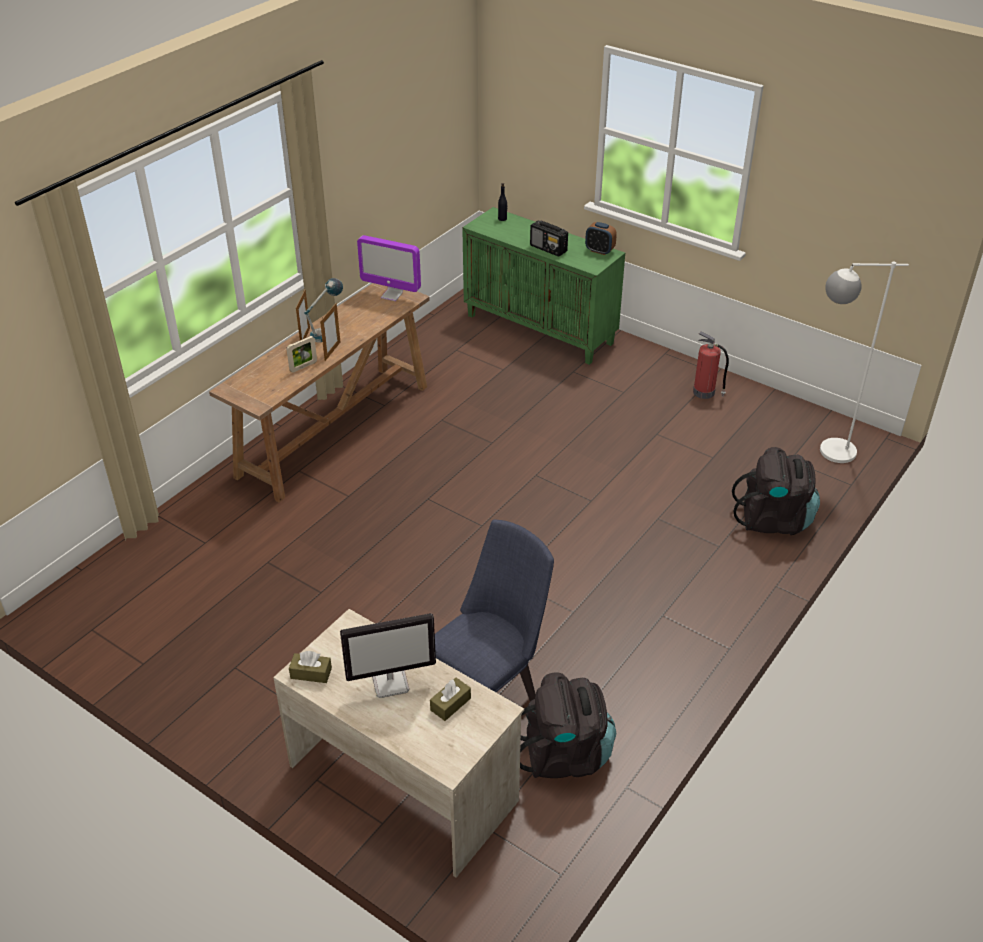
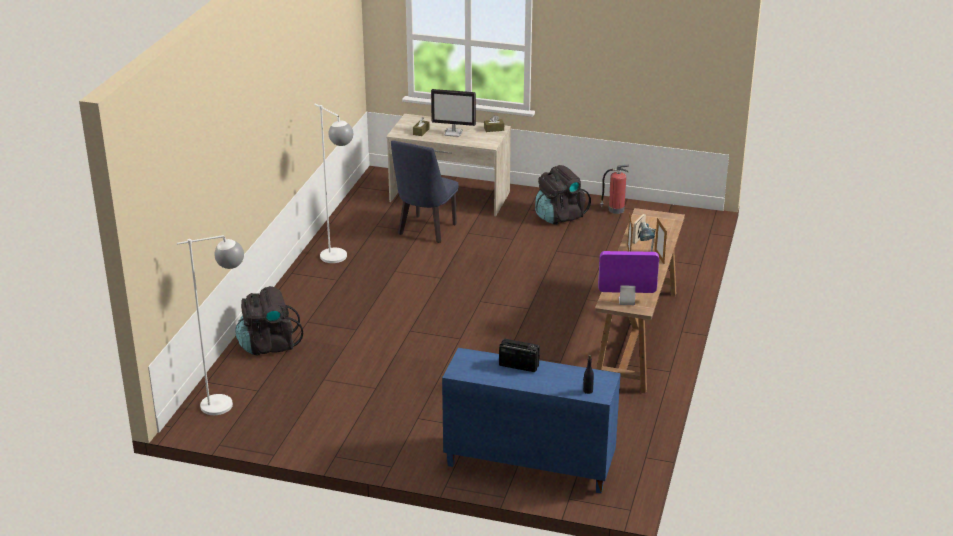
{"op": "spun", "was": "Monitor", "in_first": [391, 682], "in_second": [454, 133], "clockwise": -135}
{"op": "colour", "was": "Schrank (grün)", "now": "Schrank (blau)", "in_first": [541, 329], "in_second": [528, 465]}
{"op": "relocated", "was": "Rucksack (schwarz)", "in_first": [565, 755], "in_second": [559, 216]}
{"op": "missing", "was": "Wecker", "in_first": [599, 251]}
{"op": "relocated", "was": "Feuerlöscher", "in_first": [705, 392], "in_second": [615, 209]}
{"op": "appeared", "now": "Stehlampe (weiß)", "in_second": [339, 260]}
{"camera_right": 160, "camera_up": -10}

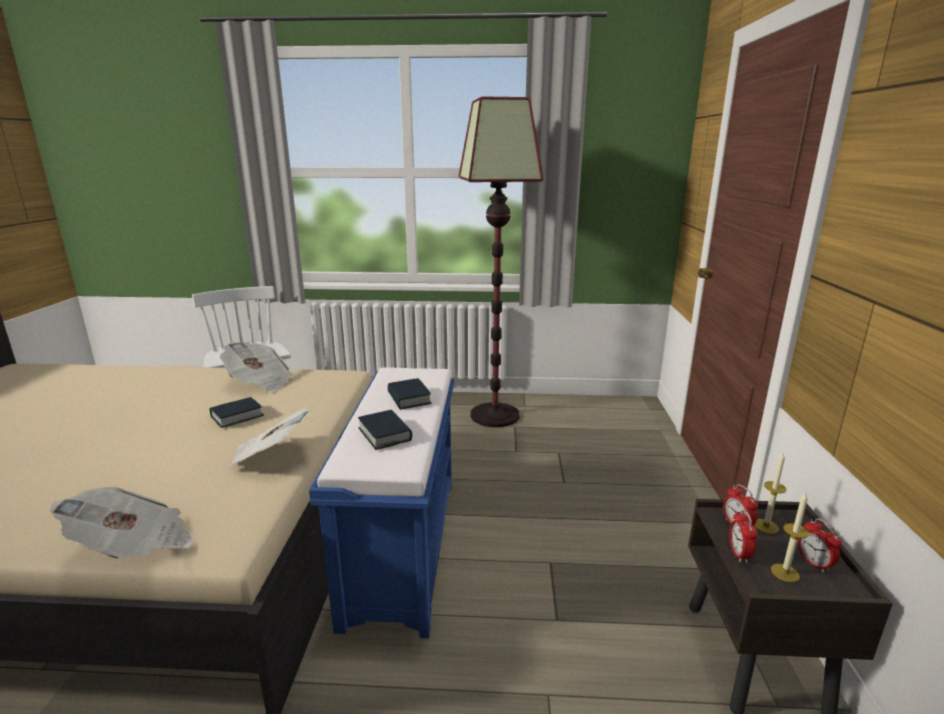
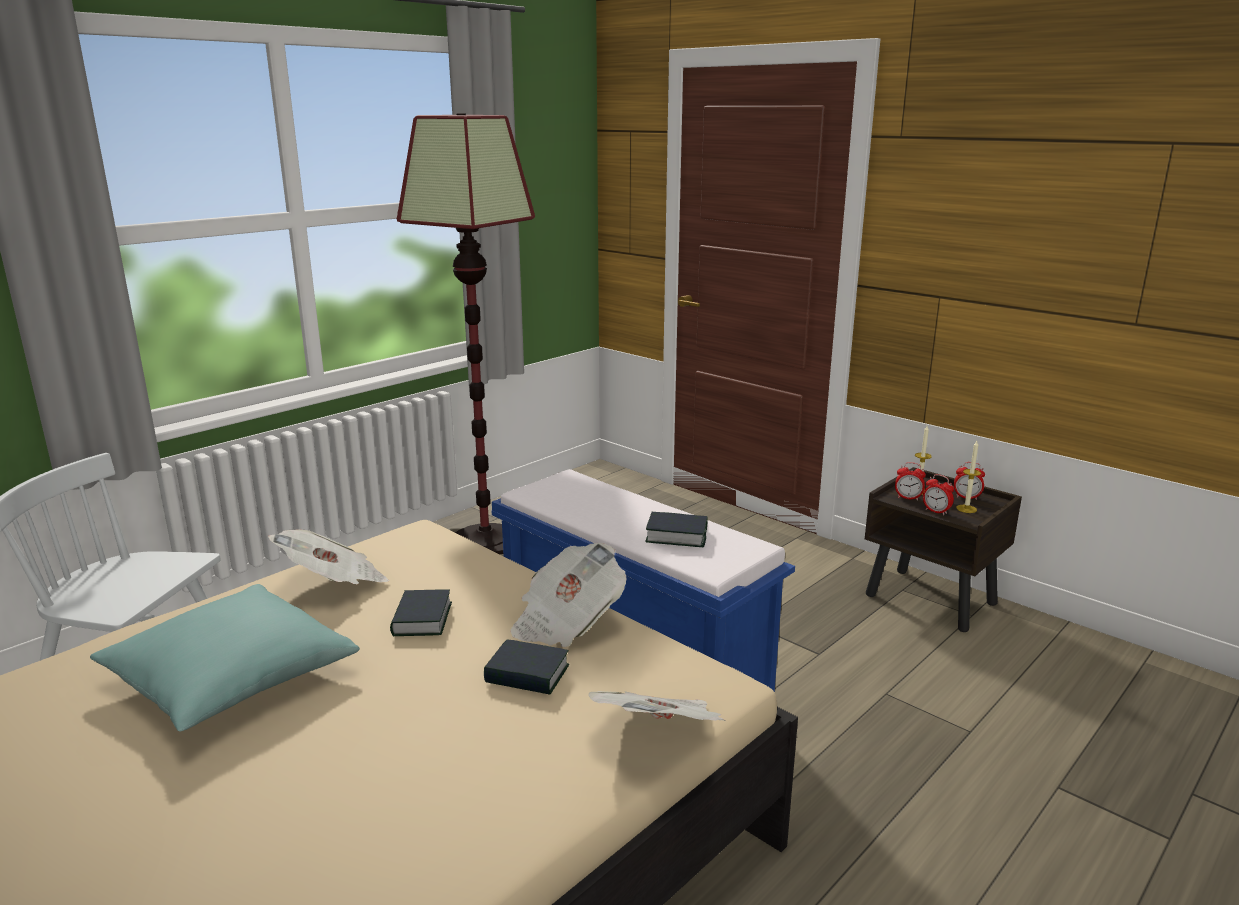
{"op": "relocated", "was": "Buch", "in_first": [409, 398], "in_second": [527, 675]}
{"op": "appeared", "now": "Kissen (türkis)", "in_second": [230, 680]}
{"camera_right": -50, "camera_up": 0}

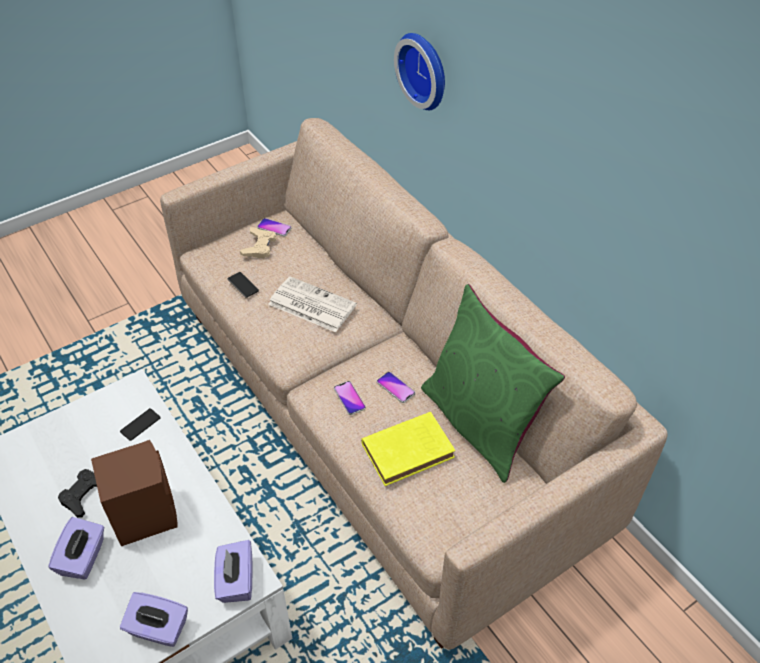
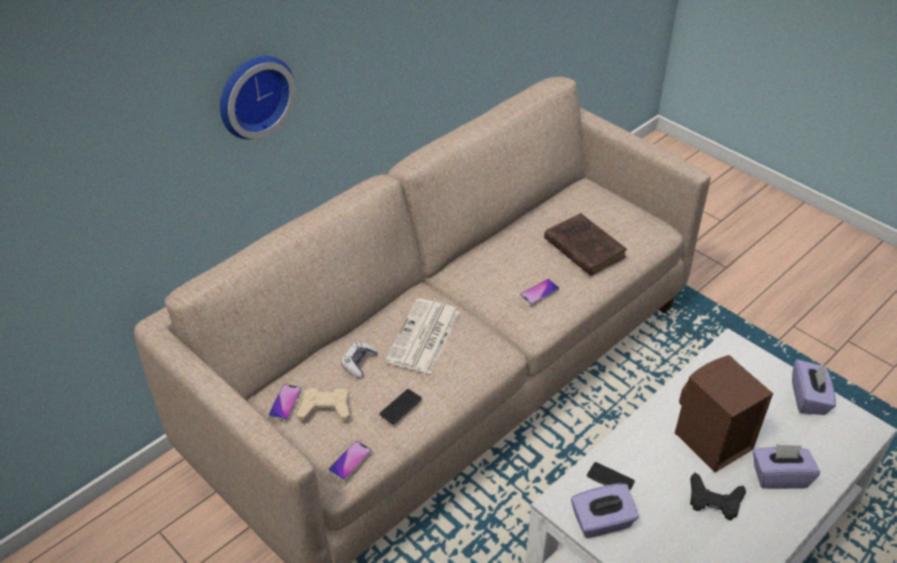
{"op": "relocated", "was": "Taschentuchbox (lila)", "in_first": [236, 581], "in_second": [602, 522]}
{"op": "colour", "was": "Buch (gelb)", "now": "Buch (braun)", "in_first": [410, 450], "in_second": [583, 247]}
{"op": "relocated", "was": "Handy", "in_first": [395, 388], "in_second": [350, 461]}
{"op": "missing", "was": "Kissen (grün)", "in_first": [479, 423]}
{"op": "appeared", "now": "Gamepad", "in_second": [358, 363]}
{"camera_right": -100, "camera_up": -5}

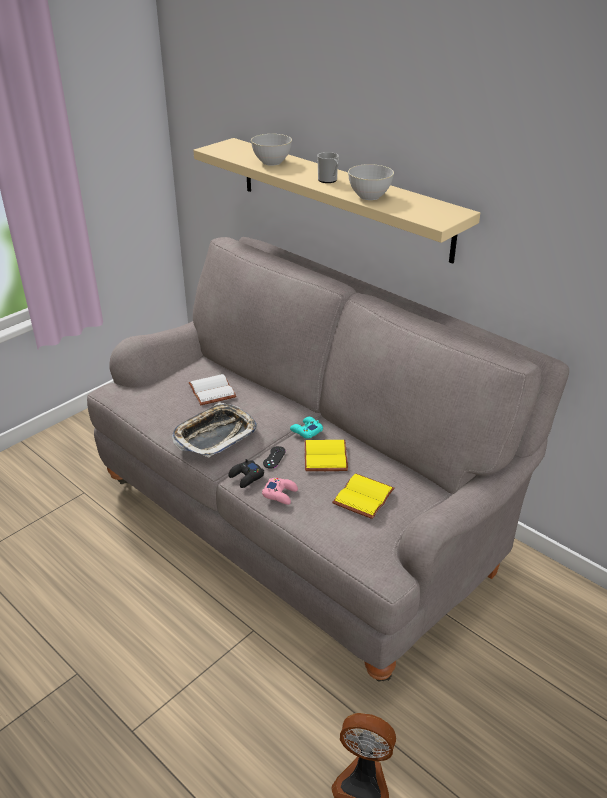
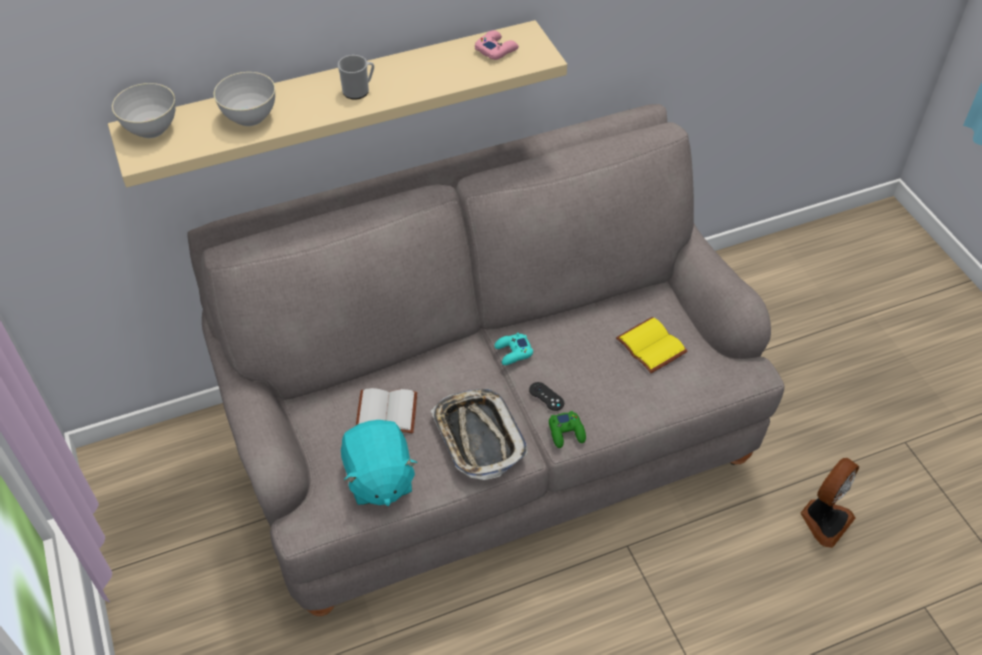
{"op": "colour", "was": "Gamepad (schwarz)", "now": "Gamepad (grün)", "in_first": [246, 477], "in_second": [566, 432]}
{"op": "relocated", "was": "Gamepad (rosa)", "in_first": [280, 494], "in_second": [496, 49]}
{"op": "missing", "was": "Buch (gelb)", "in_first": [327, 457]}
{"op": "relocated", "was": "Schüssel (grau)", "in_first": [369, 196], "in_second": [151, 129]}
{"op": "appeared", "now": "Plüschtier (türkis)", "in_second": [378, 479]}
{"camera_right": -65, "camera_up": 15}

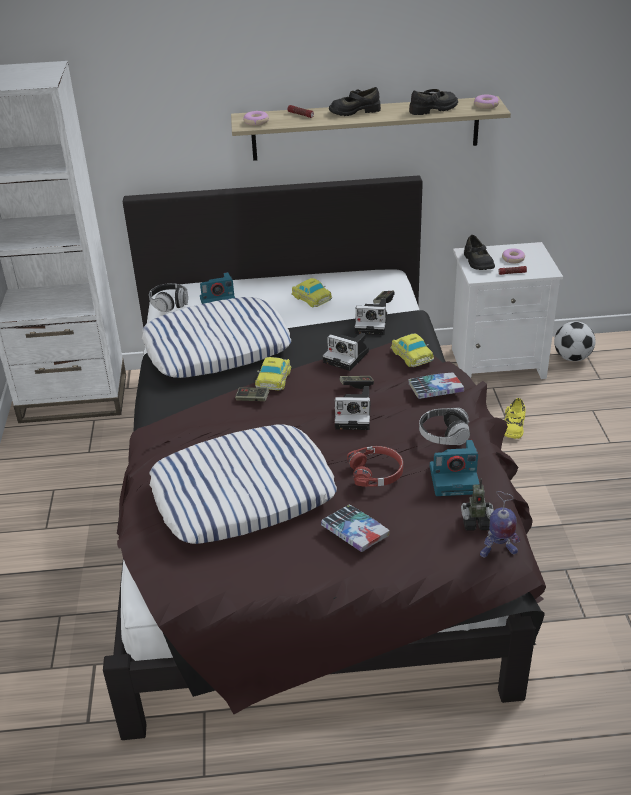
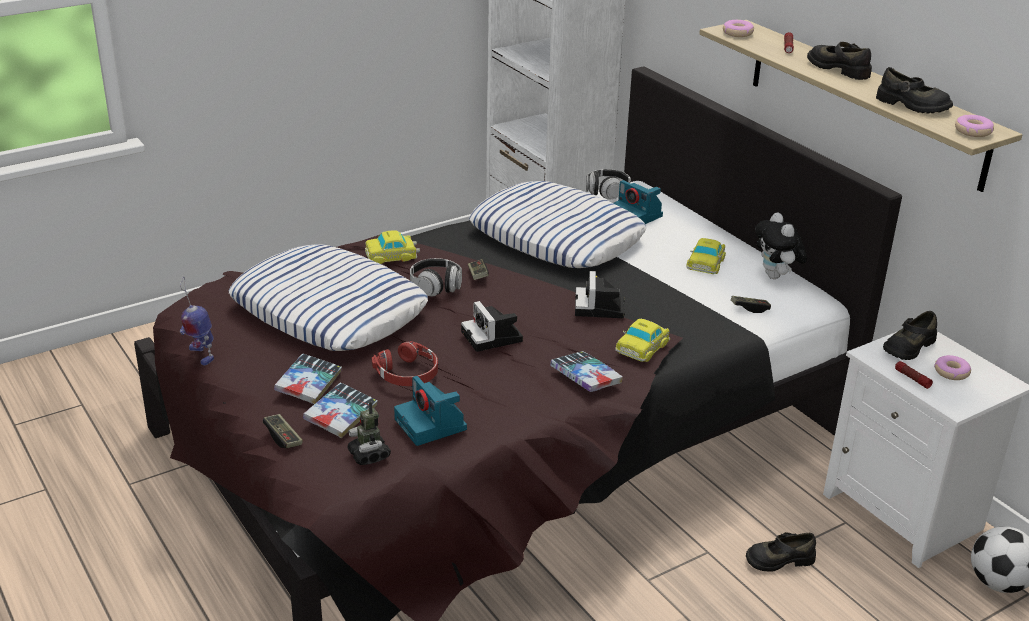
{"op": "relocated", "was": "Spielzeugauto", "in_first": [274, 378], "in_second": [392, 255]}
{"op": "relocated", "was": "Gamepad", "in_first": [356, 385], "in_second": [283, 437]}
{"op": "missing", "was": "Kamera", "in_first": [373, 324]}
{"op": "relocated", "was": "Kopfhörer", "in_first": [444, 436], "in_second": [436, 286]}
{"op": "relocated", "was": "Spielzeugroboter", "in_first": [498, 552], "in_second": [200, 355]}
{"op": "colour", "was": "Schuh (gelb)", "now": "Schuh (schwarz)", "in_first": [513, 426], "in_second": [779, 559]}
{"op": "appeared", "now": "Buch", "in_second": [341, 415]}
{"op": "appeared", "now": "Plüschtier", "in_second": [776, 276]}
{"camera_right": 60, "camera_up": -5}

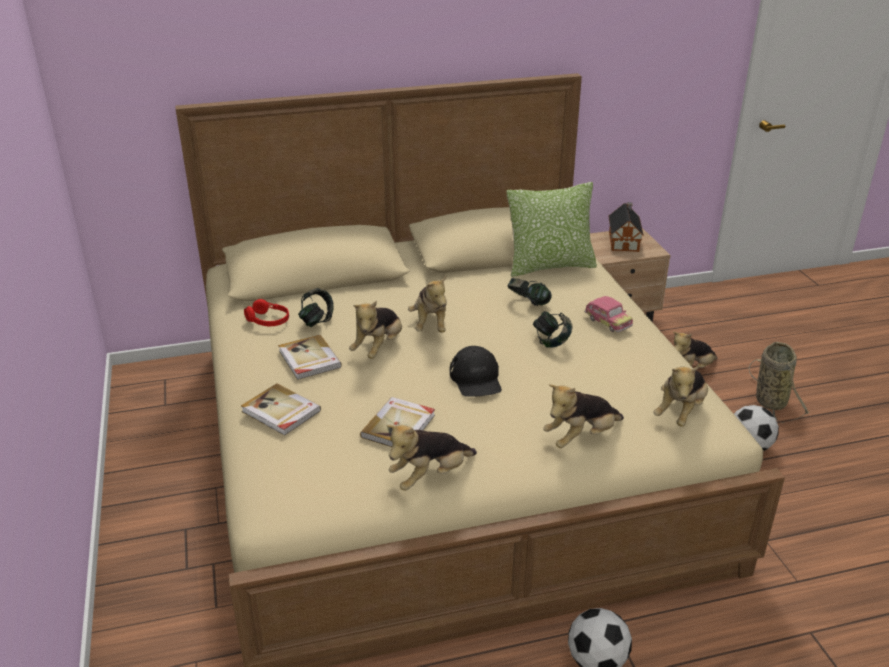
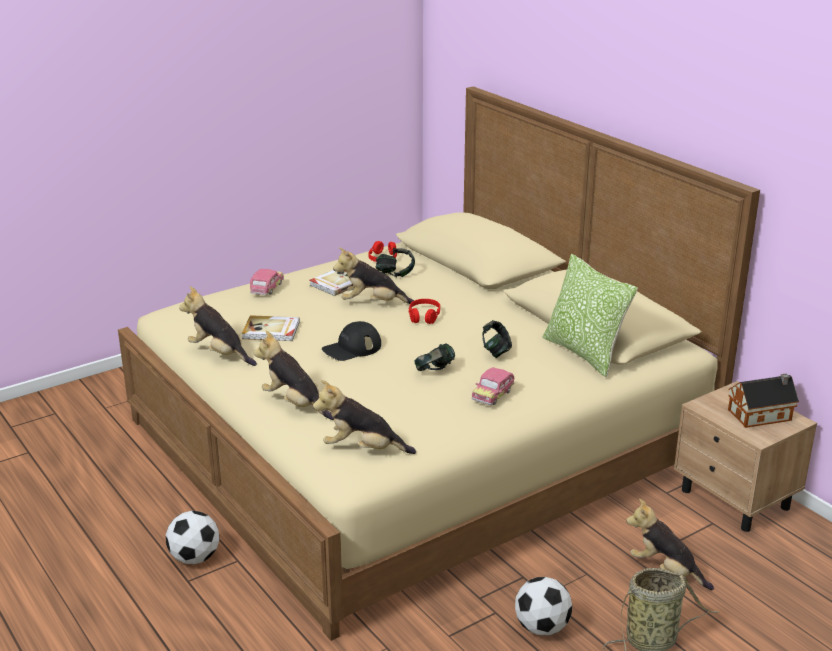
{"op": "exchanged", "was": "Buch", "now": "Spielzeugauto", "in_first": [281, 412], "in_second": [267, 289]}
{"op": "exchanged", "was": "Plüschtier", "now": "Kopfhörer (rot)", "in_first": [430, 324], "in_second": [424, 316]}
{"camera_right": 70, "camera_up": -5}

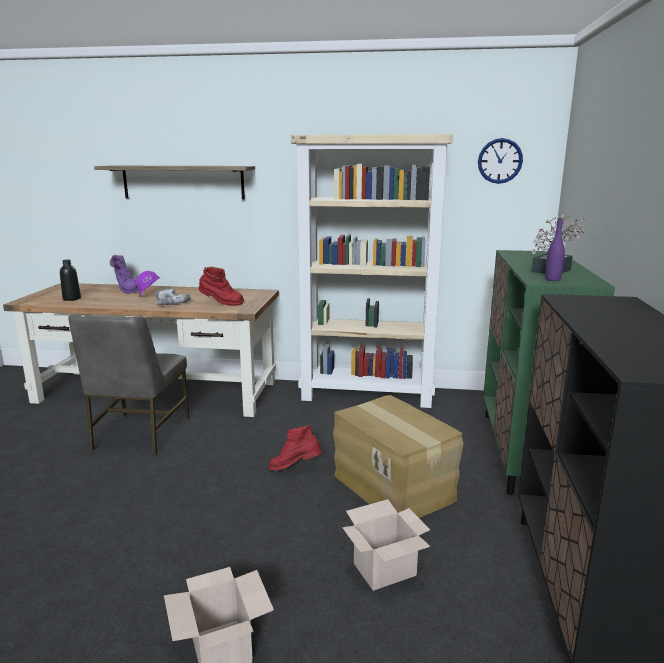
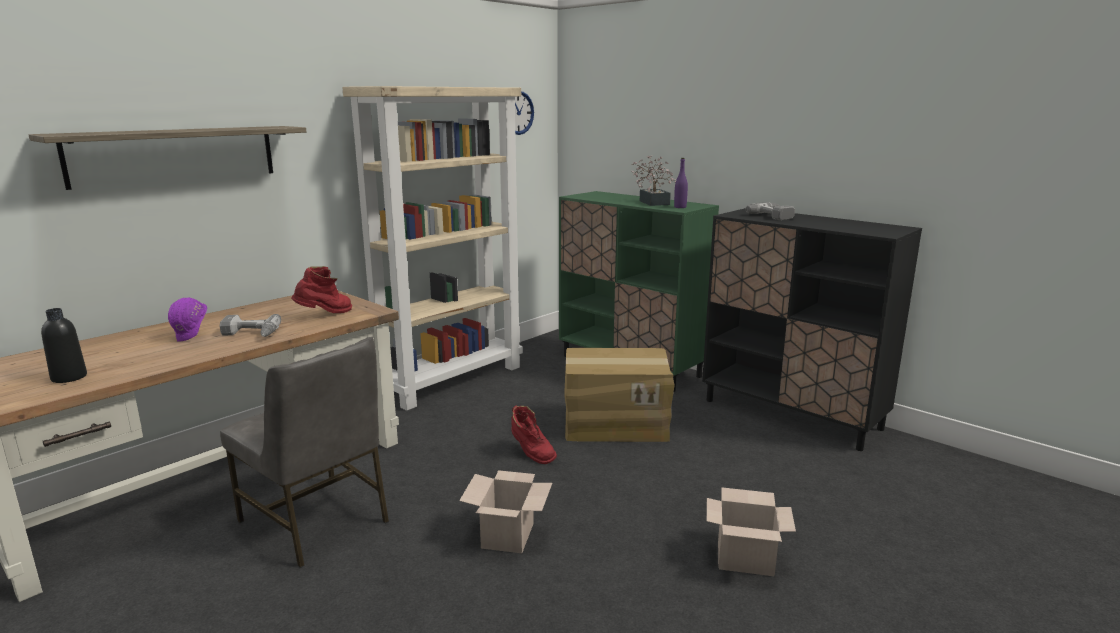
{"op": "missing", "was": "Stiefel (lila)", "in_first": [126, 290]}
{"op": "spun", "was": "Stiefel (rot)", "in_first": [295, 468], "in_second": [531, 453], "clockwise": -75}
{"op": "relocated", "was": "Karton", "in_first": [383, 570], "in_second": [508, 536]}
{"op": "appeared", "now": "Bohrmaschine", "in_second": [775, 216]}
{"camera_right": -55, "camera_up": 0}

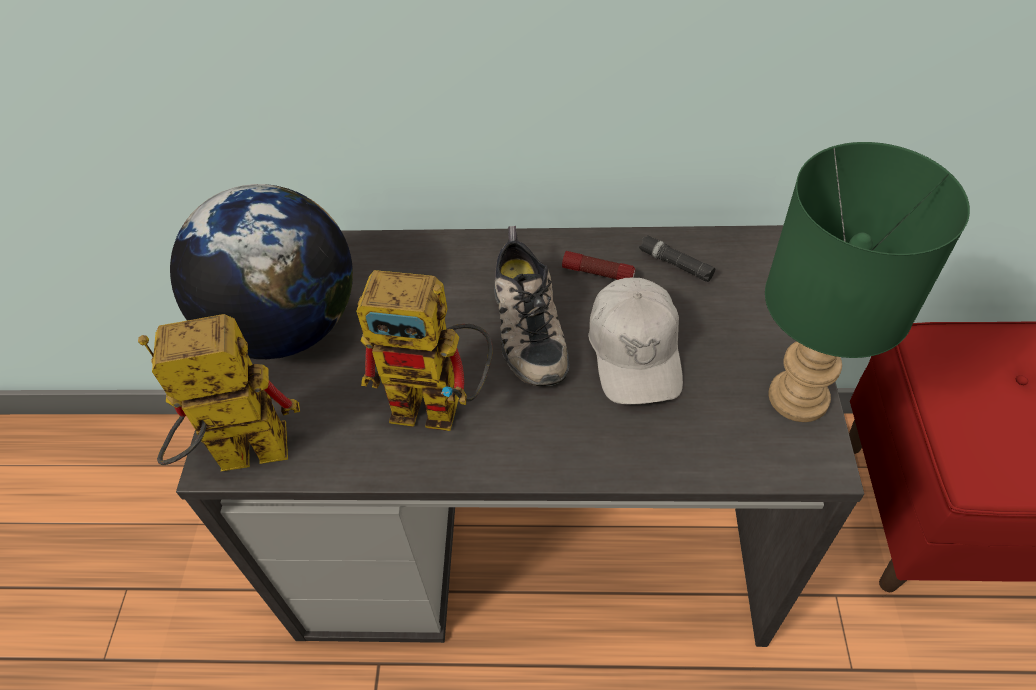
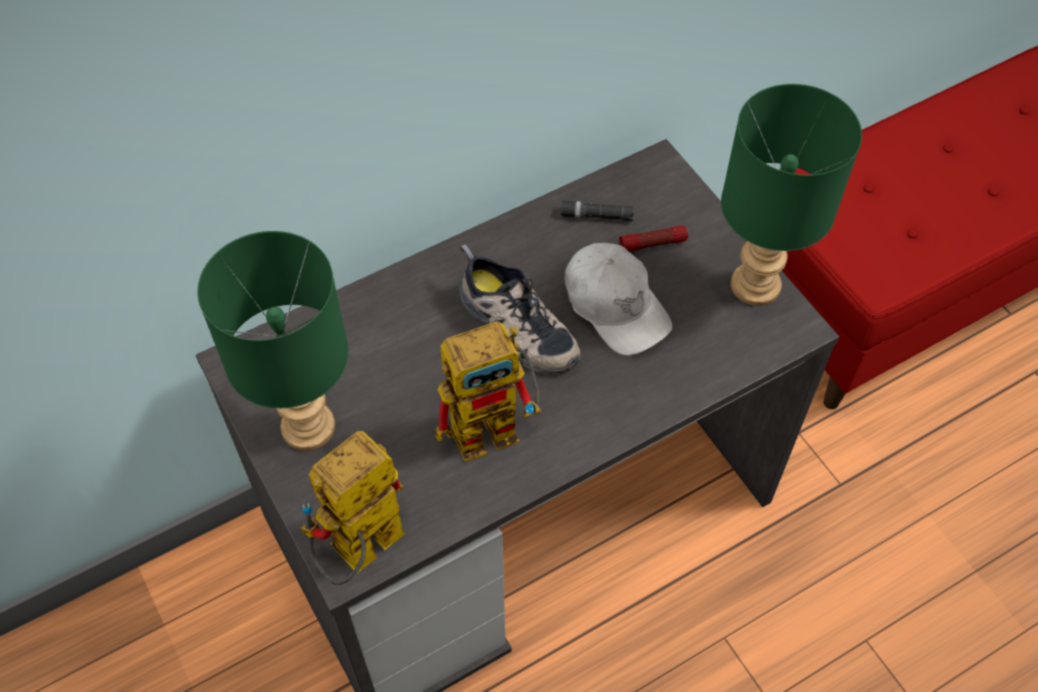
{"op": "exchanged", "was": "Globus", "now": "Tischlampe (grün)", "in_first": [286, 327], "in_second": [306, 428]}
{"op": "relocated", "was": "Taschenlampe", "in_first": [598, 273], "in_second": [652, 243]}
{"camera_right": -35, "camera_up": 5}

